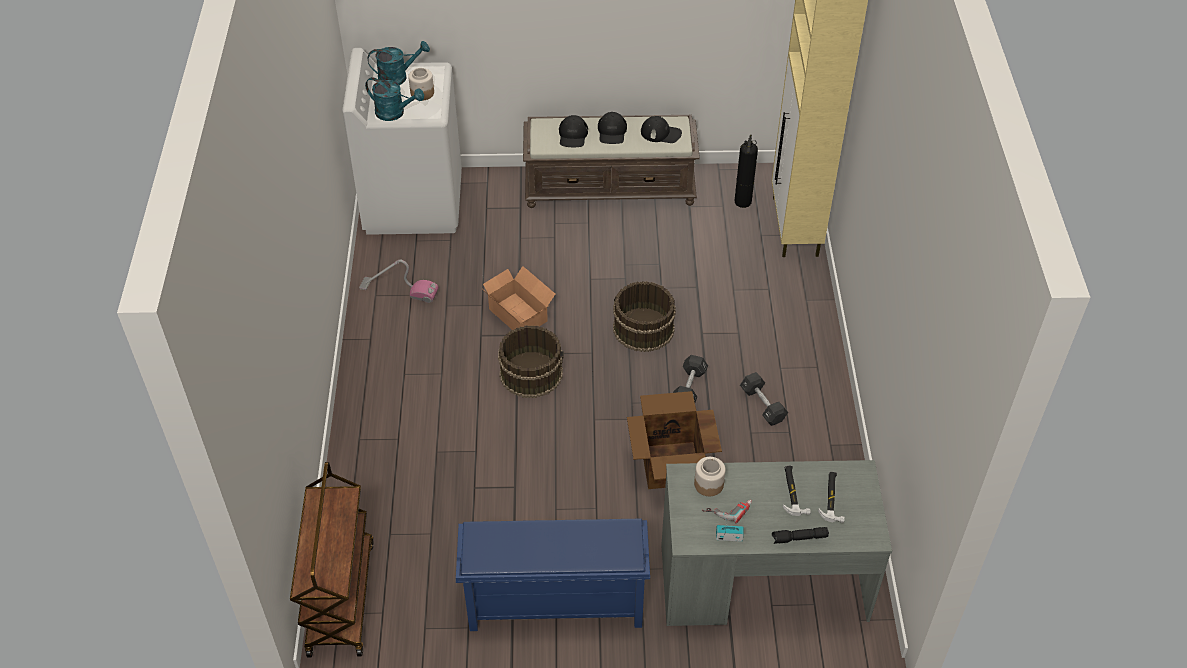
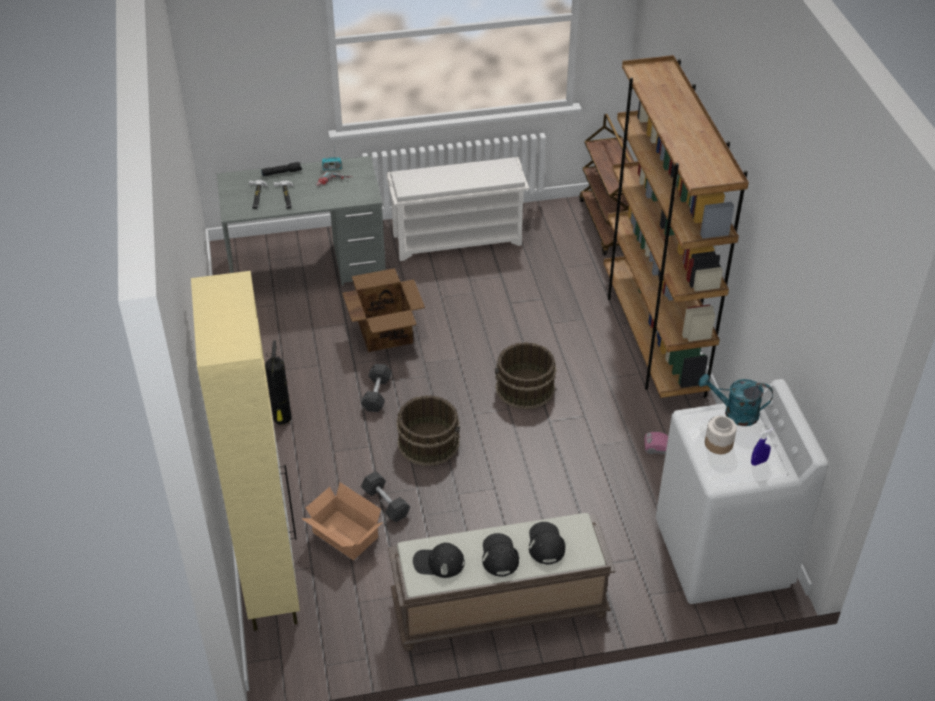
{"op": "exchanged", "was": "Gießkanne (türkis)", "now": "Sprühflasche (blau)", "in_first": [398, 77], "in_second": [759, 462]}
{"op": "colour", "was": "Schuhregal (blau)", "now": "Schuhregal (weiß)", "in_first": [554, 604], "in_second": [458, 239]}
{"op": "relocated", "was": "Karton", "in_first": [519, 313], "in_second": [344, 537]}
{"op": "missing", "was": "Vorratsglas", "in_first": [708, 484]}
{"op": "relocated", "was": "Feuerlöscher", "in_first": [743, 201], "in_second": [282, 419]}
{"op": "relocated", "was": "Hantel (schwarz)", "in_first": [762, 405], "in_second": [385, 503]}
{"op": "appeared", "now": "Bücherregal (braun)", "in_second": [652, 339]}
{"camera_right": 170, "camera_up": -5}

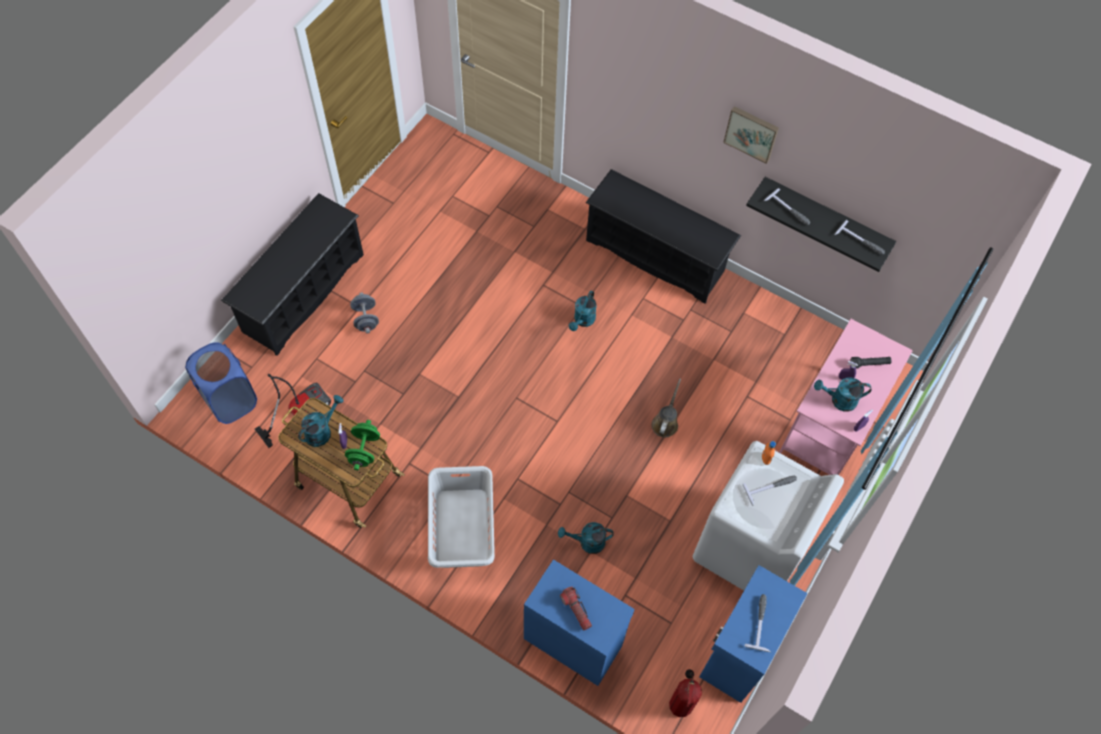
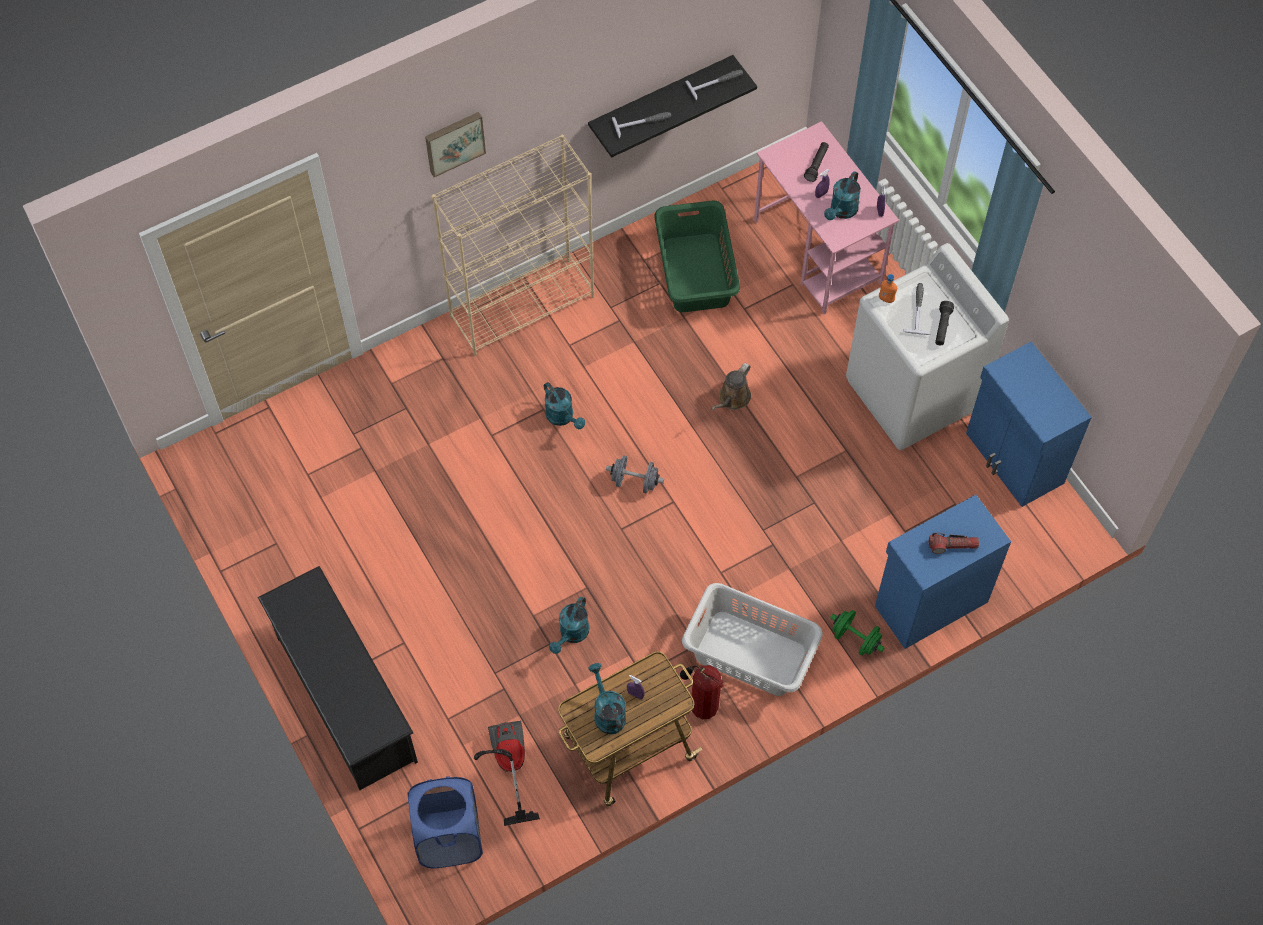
{"op": "relocated", "was": "Hantel (grün)", "in_first": [364, 450], "in_second": [855, 639]}
{"op": "relocated", "was": "Hantel (grau)", "in_first": [366, 319], "in_second": [635, 481]}
{"op": "relocated", "was": "Gießkanne (türkis)", "in_first": [587, 542], "in_second": [572, 634]}
{"op": "exchanged", "was": "Schuhregal (schwarz)", "now": "Bücherregal (beige)", "in_first": [656, 256], "in_second": [522, 306]}
{"op": "spun", "was": "Gießkanne (braun)", "in_first": [665, 422], "in_second": [732, 399], "clockwise": -105}
{"op": "relocated", "was": "Feuerlöscher", "in_first": [680, 702], "in_second": [701, 707]}
{"op": "relocated", "was": "Bild", "in_first": [751, 133], "in_second": [454, 142]}
{"op": "missing", "was": "Hammer", "in_first": [760, 622]}
{"op": "appeared", "now": "Wäschekorb (grün)", "in_second": [695, 273]}
{"op": "appeared", "now": "Taschenlampe (schwarz)", "in_second": [942, 327]}
{"camera_right": -60, "camera_up": 0}

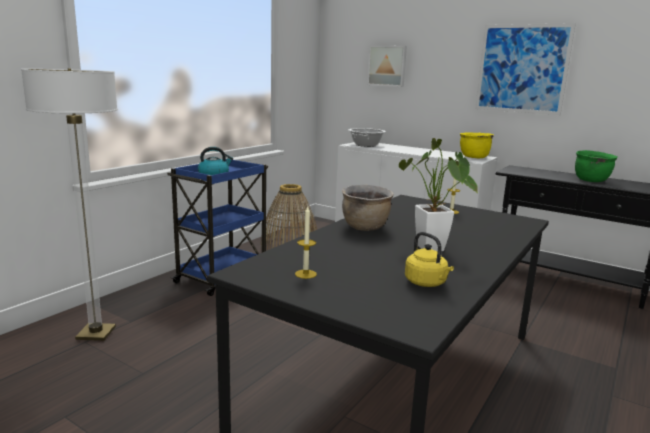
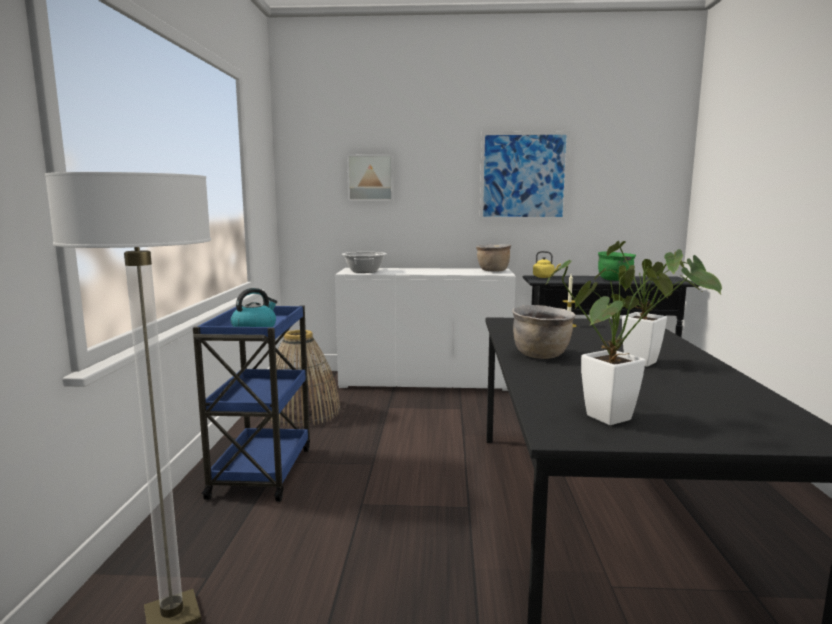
{"op": "exchanged", "was": "Kerze", "now": "Topfpflanze", "in_first": [305, 274], "in_second": [616, 416]}
{"op": "relocated", "was": "Wasserkessel (gelb)", "in_first": [427, 283], "in_second": [544, 277]}
{"op": "colour", "was": "Kochtopf (gelb)", "now": "Kochtopf (braun)", "in_first": [473, 157], "in_second": [493, 271]}
{"camera_right": -30, "camera_up": -5}

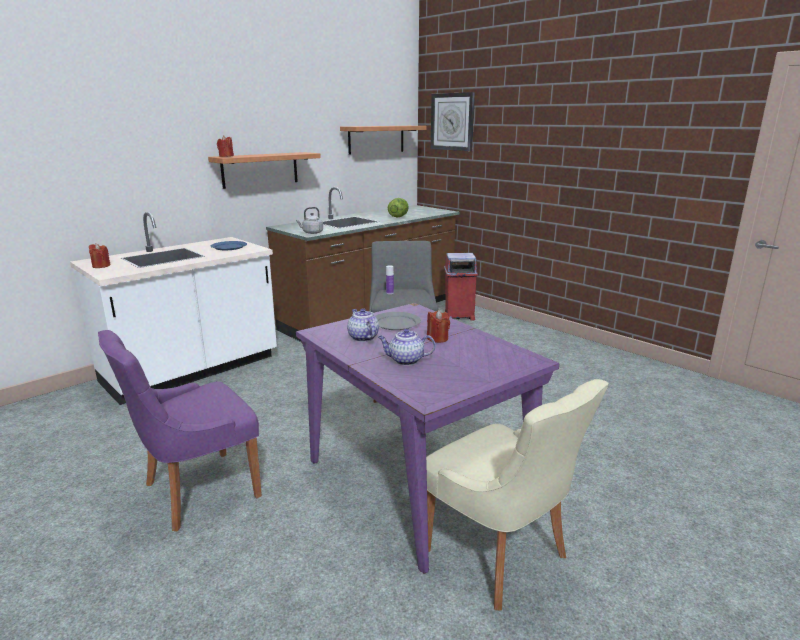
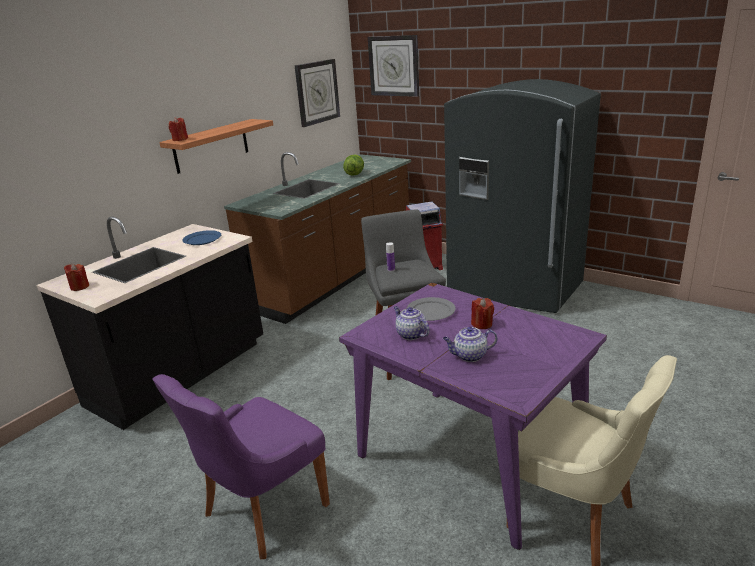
{"op": "colour", "was": "Küchenzeile (weiß)", "now": "Küchenzeile (schwarz)", "in_first": [192, 370], "in_second": [180, 375]}
{"op": "missing", "was": "Wasserkessel (grau)", "in_first": [311, 233]}
{"op": "exchanged", "was": "Wandregal", "now": "Wanduhr", "in_first": [376, 139], "in_second": [317, 92]}
{"op": "appeared", "now": "Kühlschrank (grau)", "in_second": [513, 288]}
{"camera_right": -10, "camera_up": 5}

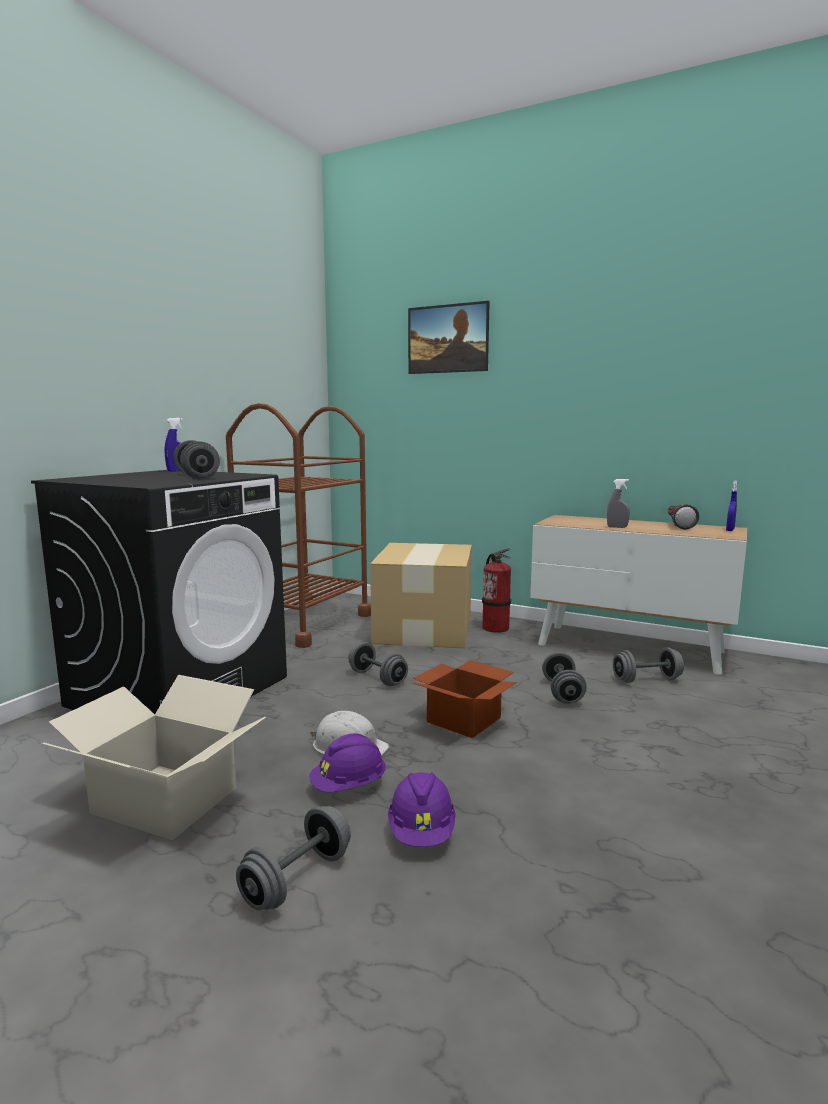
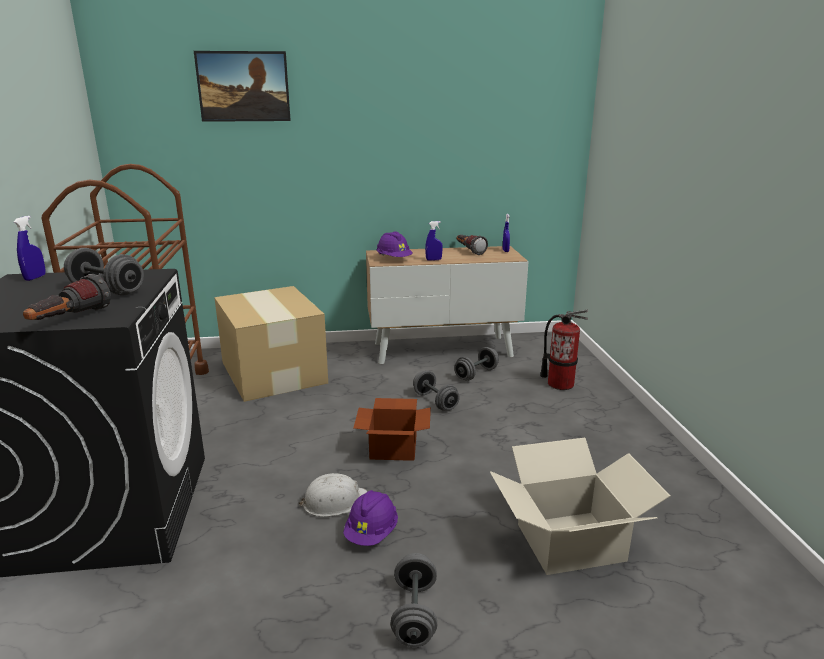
{"op": "relocated", "was": "Karton", "in_first": [166, 799], "in_second": [569, 541]}
{"op": "missing", "was": "Hantel (grau)", "in_first": [377, 678]}
{"op": "relocated", "was": "Schutzhelm (lila)", "in_first": [422, 832], "in_second": [394, 259]}
{"op": "relocated", "was": "Feuerlöscher", "in_first": [495, 628], "in_second": [560, 384]}
{"op": "colour", "was": "Sprühflasche (grau)", "now": "Sprühflasche (blau)", "in_first": [617, 527], "in_second": [433, 260]}
{"op": "appeared", "now": "Taschenlampe", "in_second": [69, 320]}
{"camera_right": -35, "camera_up": 10}

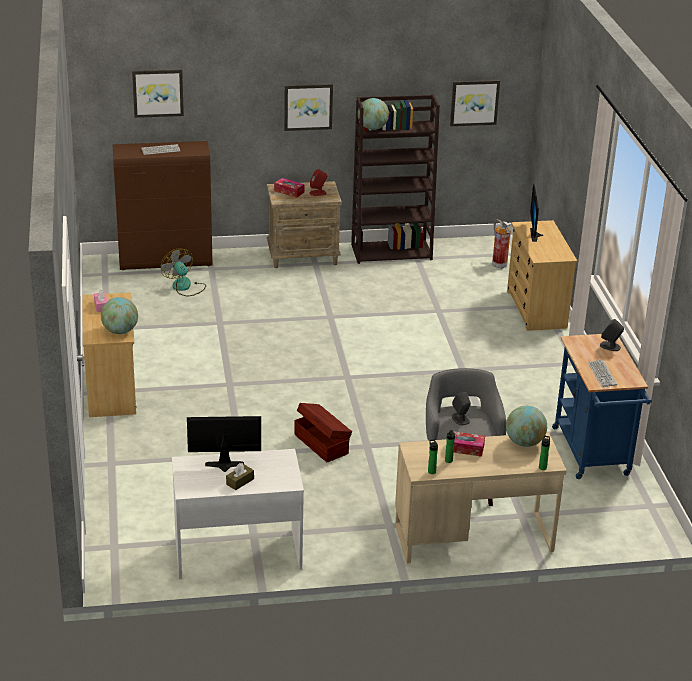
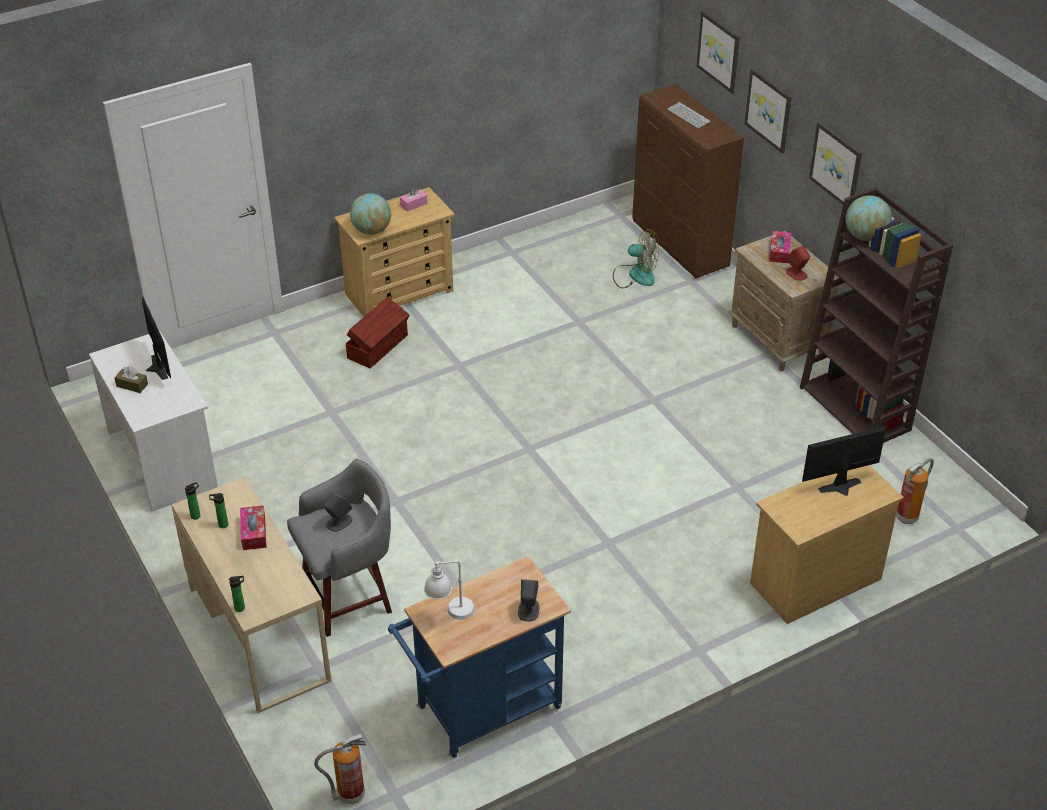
{"op": "spun", "was": "Ventilator", "in_first": [185, 287], "in_second": [635, 275], "clockwise": 75}
{"op": "relocated", "was": "Aufbewahrungsbox (braun)", "in_first": [321, 443], "in_second": [378, 346]}
{"op": "relocated", "was": "Bild", "in_first": [474, 102], "in_second": [769, 110]}
{"op": "missing", "was": "Globus", "in_first": [524, 442]}
{"op": "exchanged", "was": "Tastatur", "now": "Tischlampe (weiß)", "in_first": [602, 374], "in_second": [450, 614]}
{"op": "appeared", "now": "Feuerlöscher", "in_second": [349, 795]}
{"camera_right": 70, "camera_up": 10}

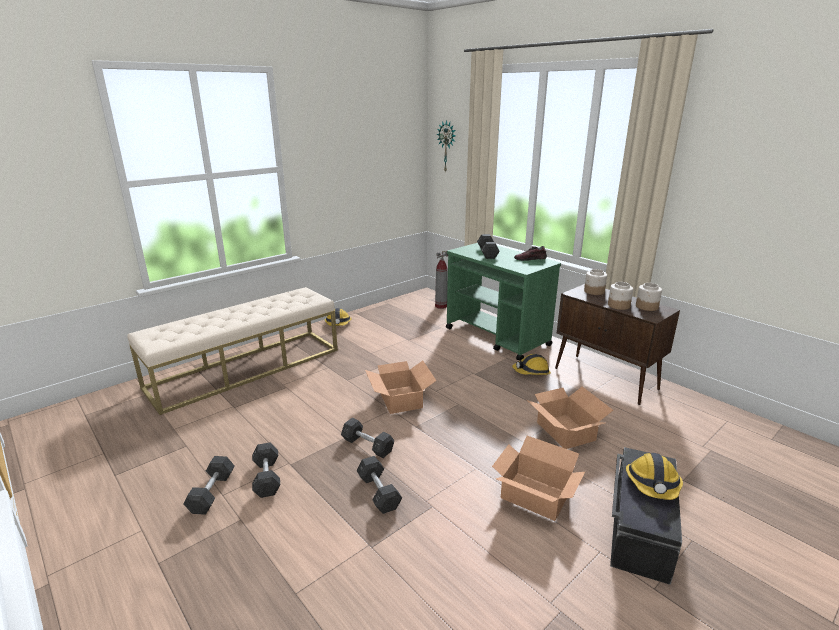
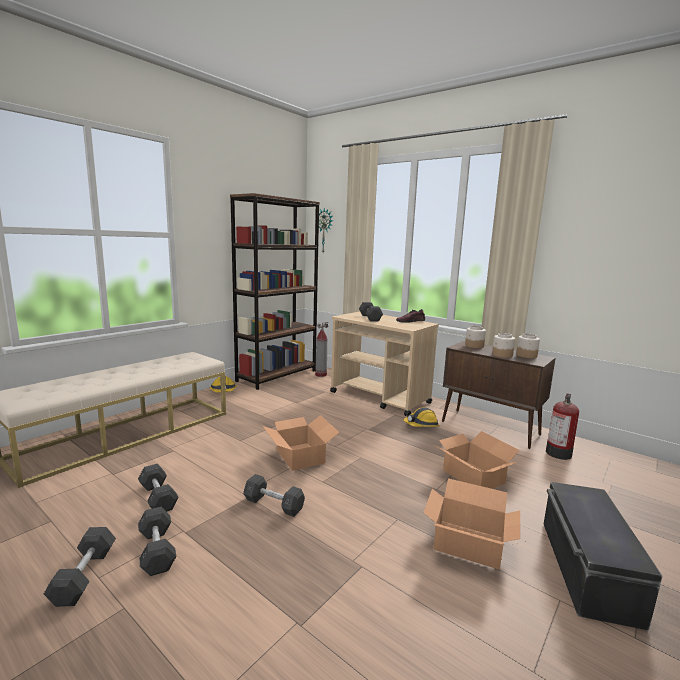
{"op": "relocated", "was": "Hantel (grau)", "in_first": [378, 492], "in_second": [158, 497]}
{"op": "colour", "was": "Rollwagen (grün)", "now": "Rollwagen (beige)", "in_first": [497, 337], "in_second": [380, 398]}
{"op": "missing", "was": "Schutzhelm", "in_first": [653, 484]}
{"op": "appeared", "now": "Bücherregal (braun)", "in_second": [277, 375]}
{"op": "appeared", "now": "Feuerlöscher", "in_second": [558, 452]}
{"camera_right": -10, "camera_up": -10}

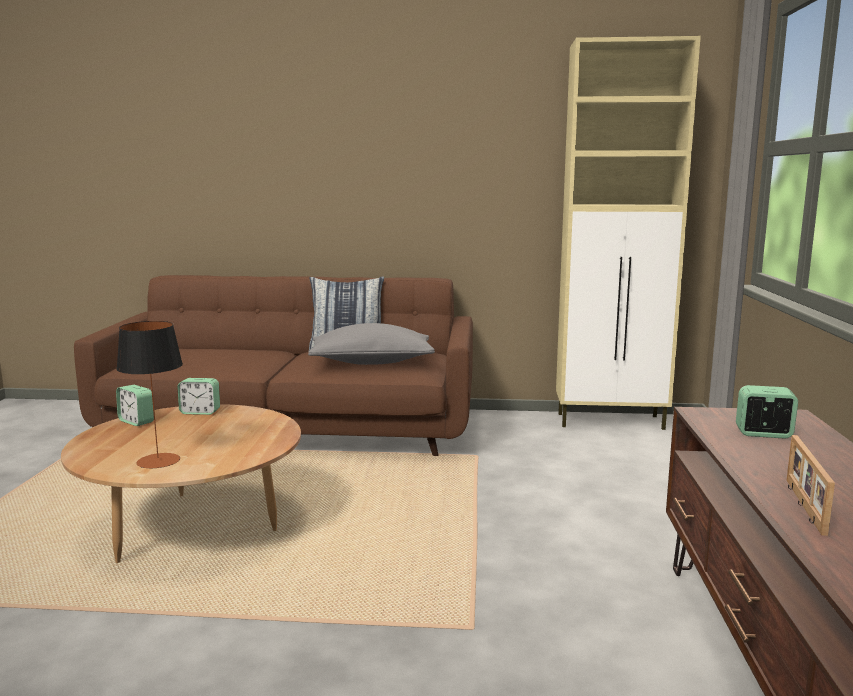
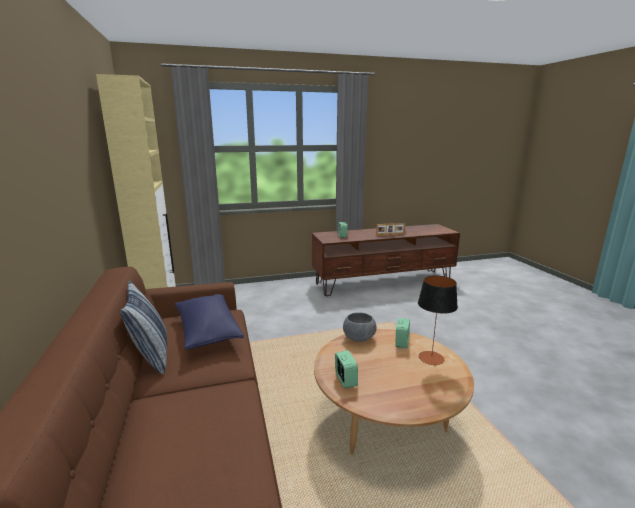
{"op": "relocated", "was": "Wecker", "in_first": [136, 421], "in_second": [401, 343]}
{"op": "colour", "was": "Kissen (grau)", "now": "Kissen (blau)", "in_first": [372, 362], "in_second": [207, 331]}
{"op": "appeared", "now": "Schüssel (grau)", "in_second": [359, 337]}
{"camera_right": -110, "camera_up": 5}

